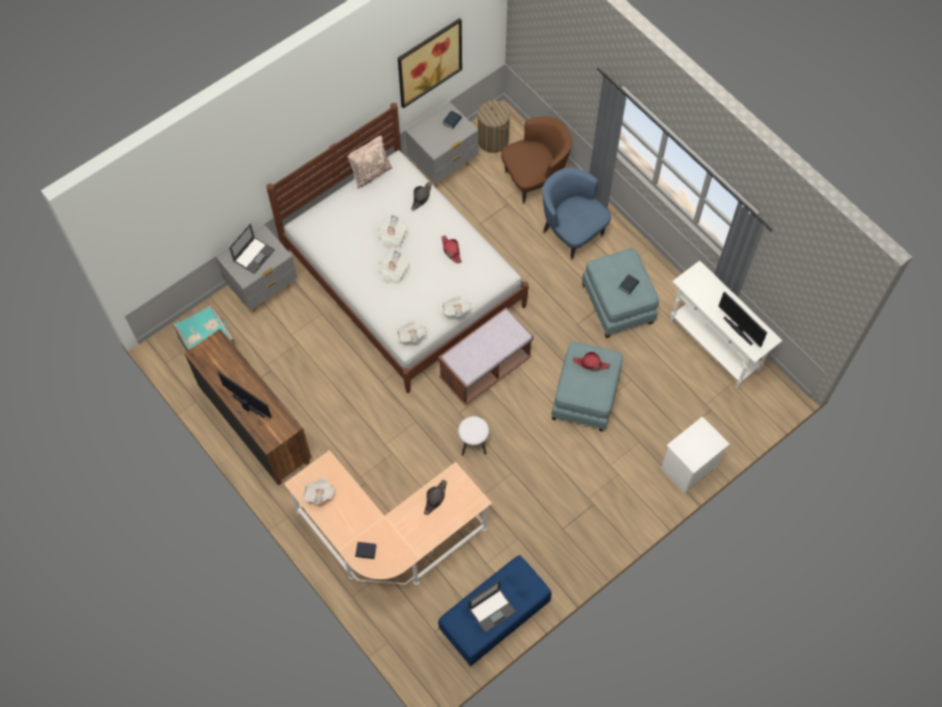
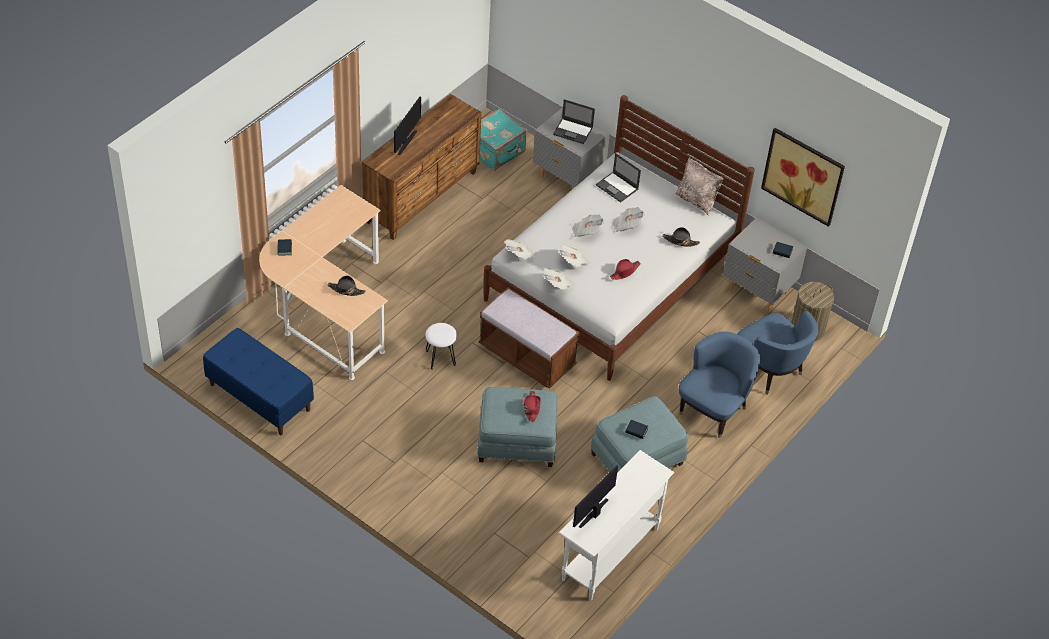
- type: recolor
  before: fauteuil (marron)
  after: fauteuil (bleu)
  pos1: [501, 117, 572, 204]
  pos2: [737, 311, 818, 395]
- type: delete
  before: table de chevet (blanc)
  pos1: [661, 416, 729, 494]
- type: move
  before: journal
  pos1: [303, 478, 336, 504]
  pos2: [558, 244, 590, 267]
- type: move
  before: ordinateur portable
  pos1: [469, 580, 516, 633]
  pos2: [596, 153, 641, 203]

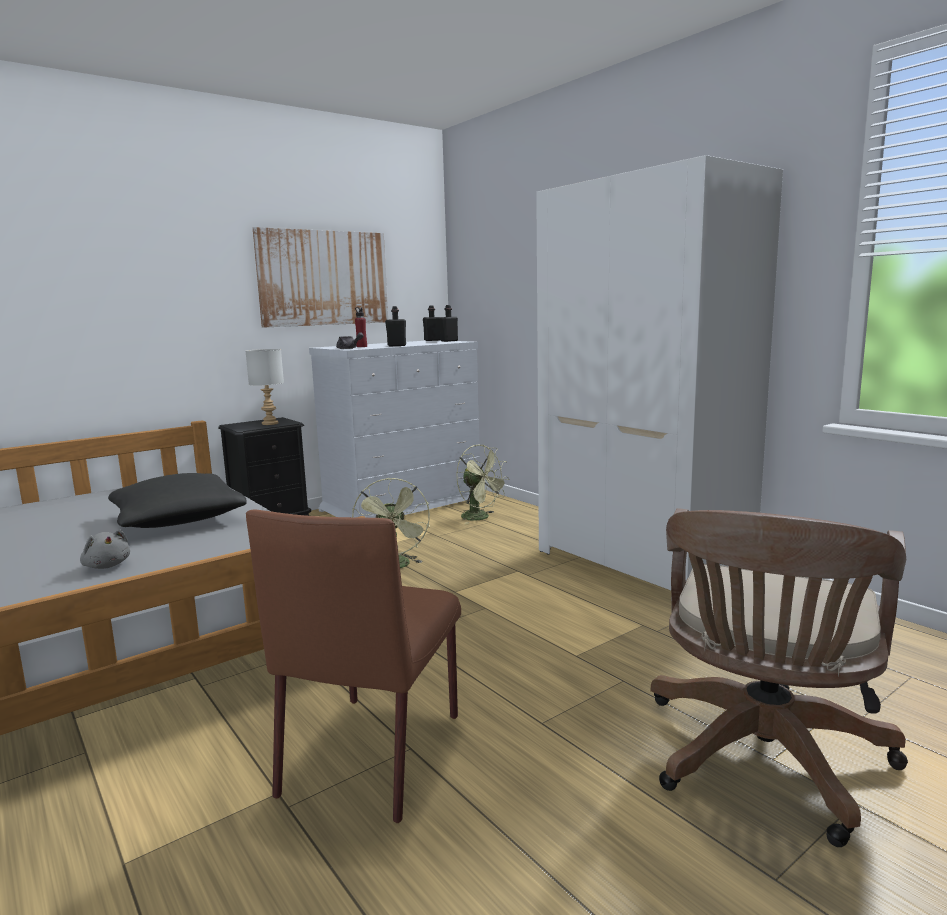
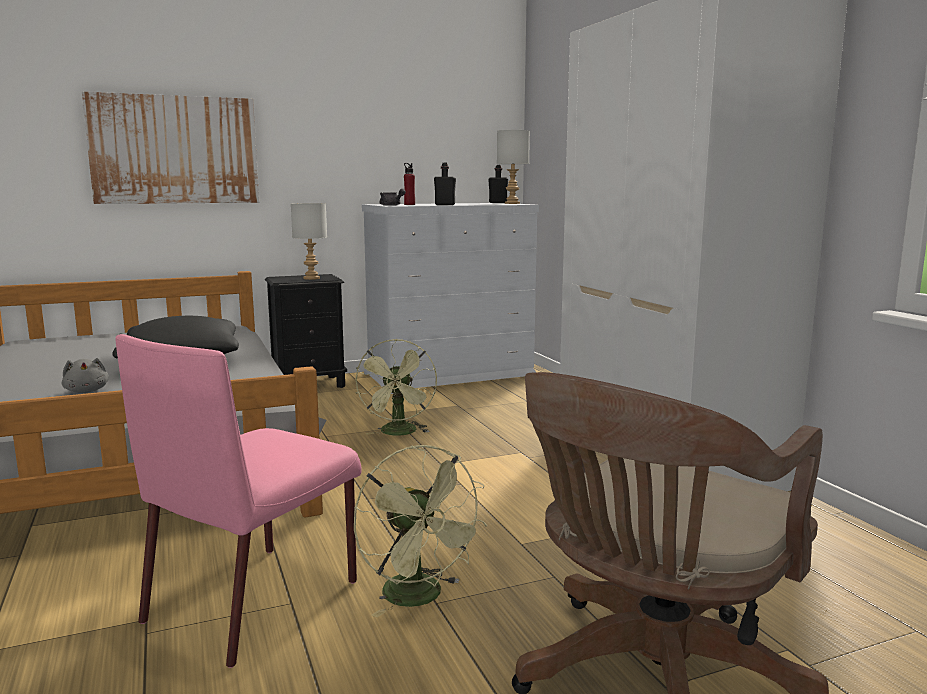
- type: move
  before: tableau
  pos1: [253, 227, 388, 328]
  pos2: [82, 92, 259, 204]
- type: replace
  before: bouteille (noir)
  after: lampe de table (gris)
  pos1: [440, 305, 458, 342]
  pos2: [497, 130, 530, 204]
- type: move
  before: ventilateur (vert)
  pos1: [456, 445, 509, 524]
  pos2: [354, 445, 487, 618]
- type: recolor
  before: chaise (marron)
  after: chaise (rose)
  pos1: [246, 509, 461, 823]
  pos2: [115, 334, 362, 668]

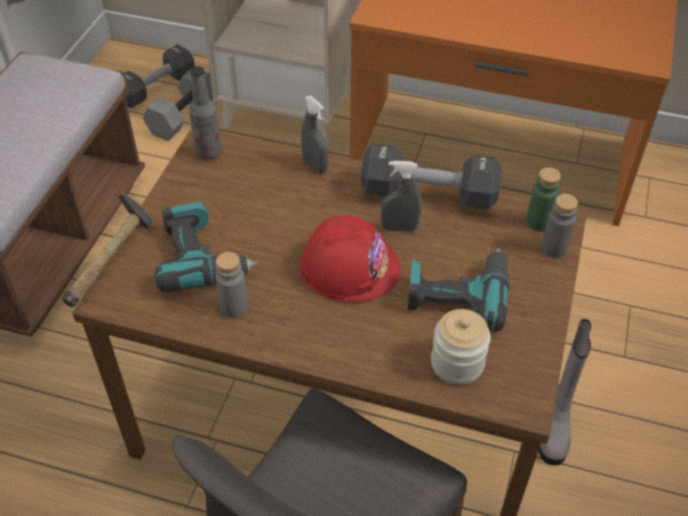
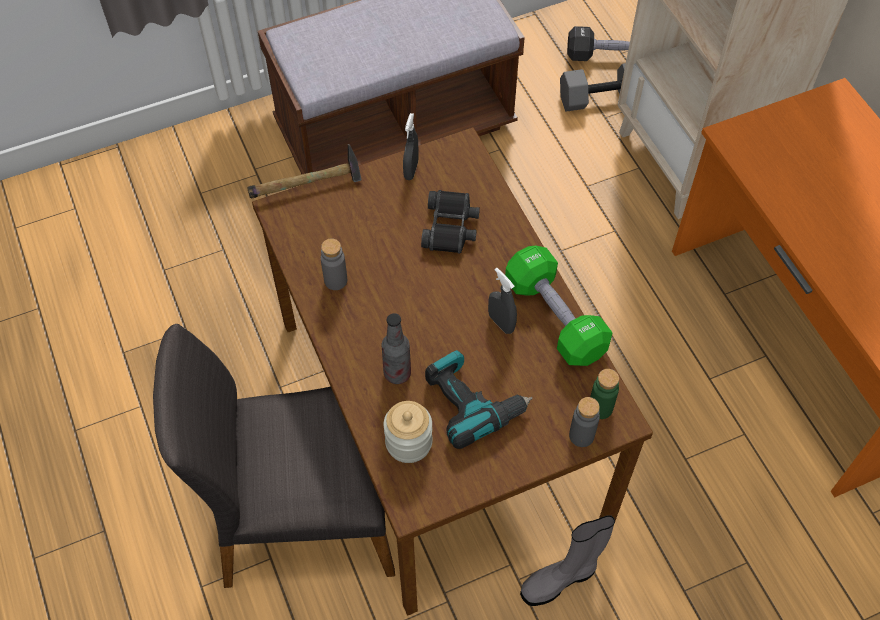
- type: move
  before: bouteille
  pos1: [189, 66, 222, 160]
  pos2: [382, 313, 411, 384]
- type: move
  before: vaporisateur (gris)
  pos1: [301, 95, 328, 173]
  pos2: [403, 113, 419, 180]
- type: recolor
  before: haltère (noir)
  after: haltère (vert)
  pos1: [361, 143, 502, 209]
  pos2: [505, 246, 613, 366]
- type: delete
  before: perceuse
  pos1: [155, 202, 258, 293]
- type: delete
  before: casque de chantier (rouge)
  pos1: [299, 215, 400, 303]
- type: insert
  after: jumelles (noir)
  pos2: [421, 190, 480, 254]

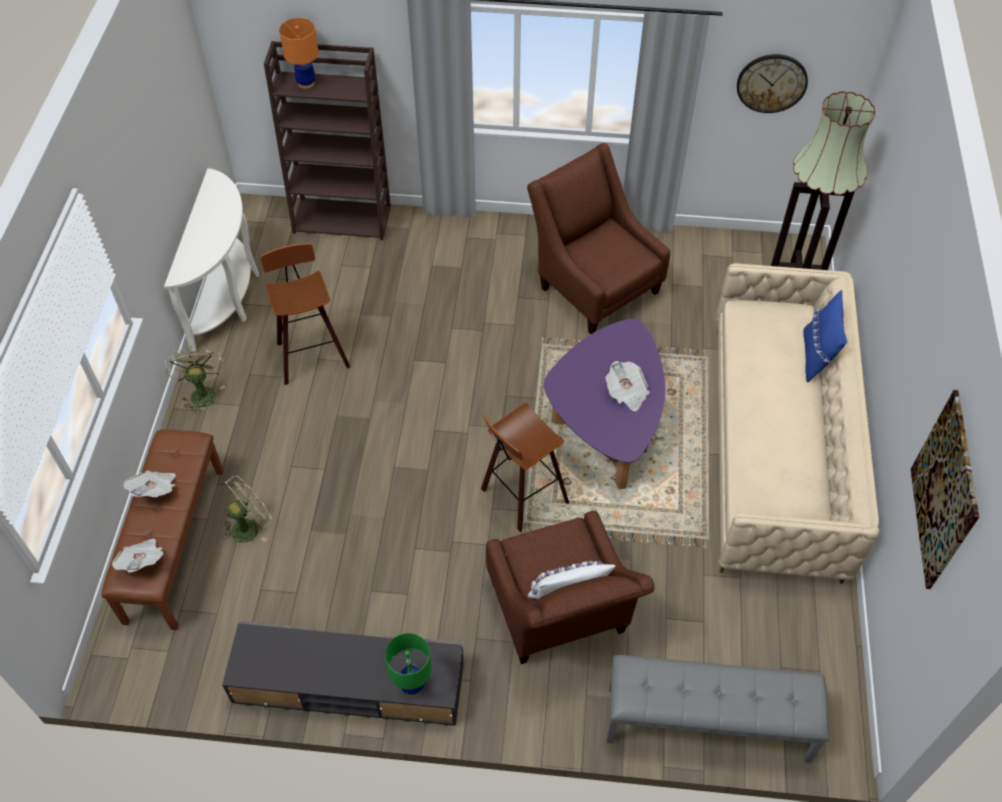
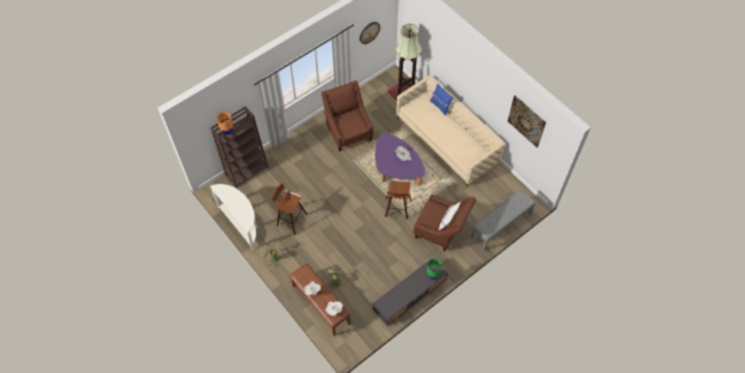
- type: rotate
  before: fauteuil (marron)
  pos1: [527, 143, 670, 334]
  pos2: [321, 80, 373, 152]
  turn: 60

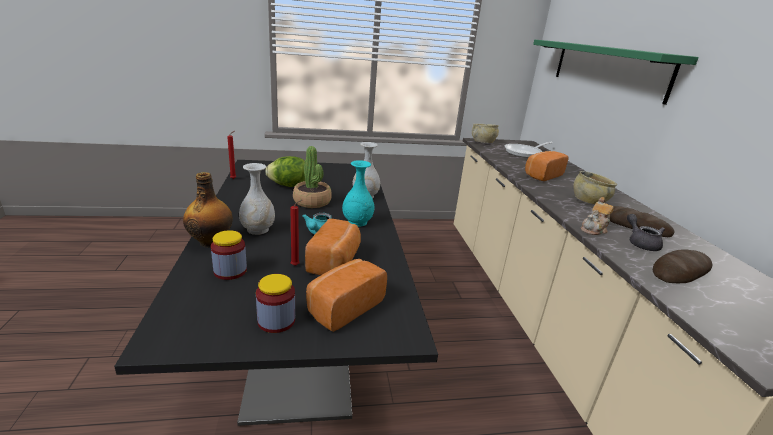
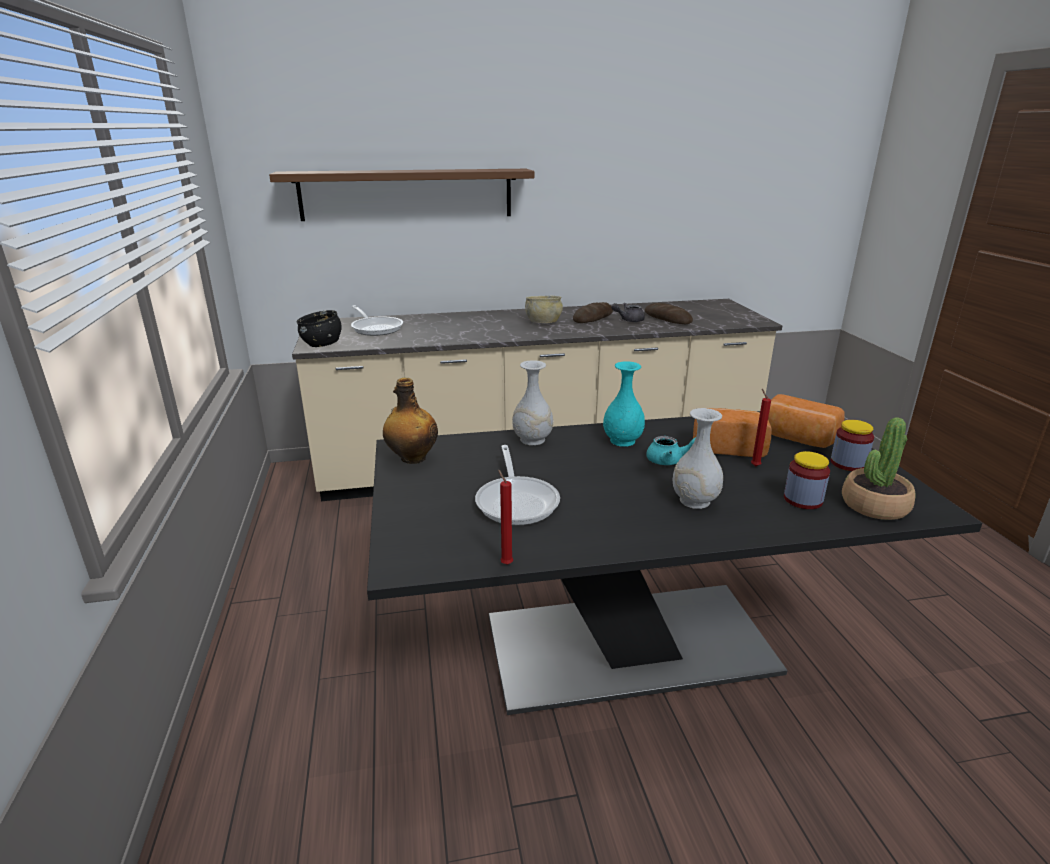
- type: recolor
  before: étagère (vert)
  after: étagère (marron)
  pos1: [533, 40, 699, 105]
  pos2: [269, 169, 534, 221]
- type: recolor
  before: bol (beige)
  after: bol (noir)
  pos1: [472, 124, 499, 143]
  pos2: [296, 310, 342, 347]
- type: move
  before: plante en pot
  pos1: [293, 146, 332, 208]
  pos2: [842, 417, 916, 520]
- type: delete
  before: pain
  pos1: [525, 151, 569, 181]
- type: replace
  before: laitue
  after: poêle
  pos1: [265, 156, 305, 187]
  pos2: [475, 445, 560, 525]
- type: move
  before: bouteille
  pos1: [183, 172, 233, 248]
  pos2: [383, 377, 438, 464]
- type: delete
  before: théière
  pos1: [581, 197, 614, 235]

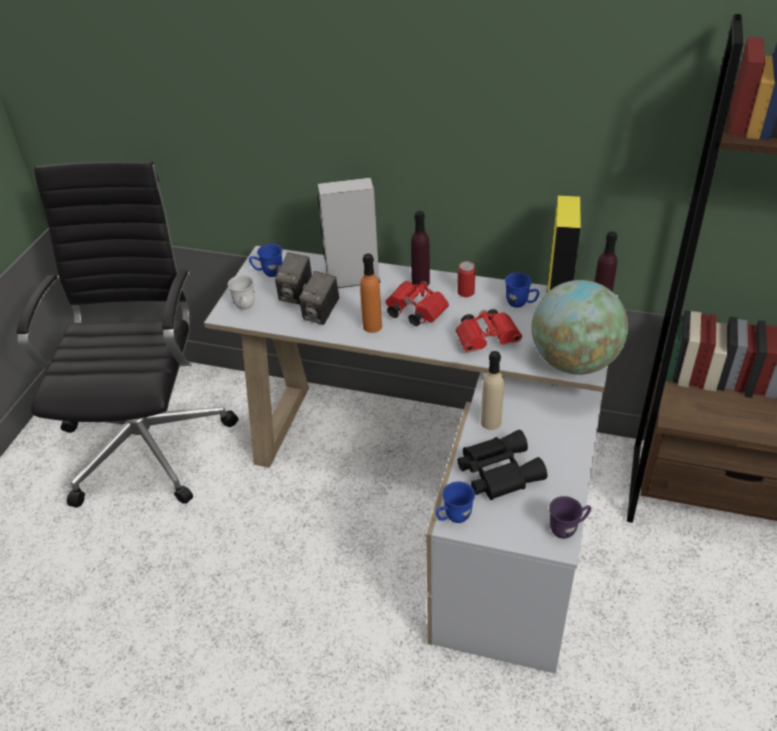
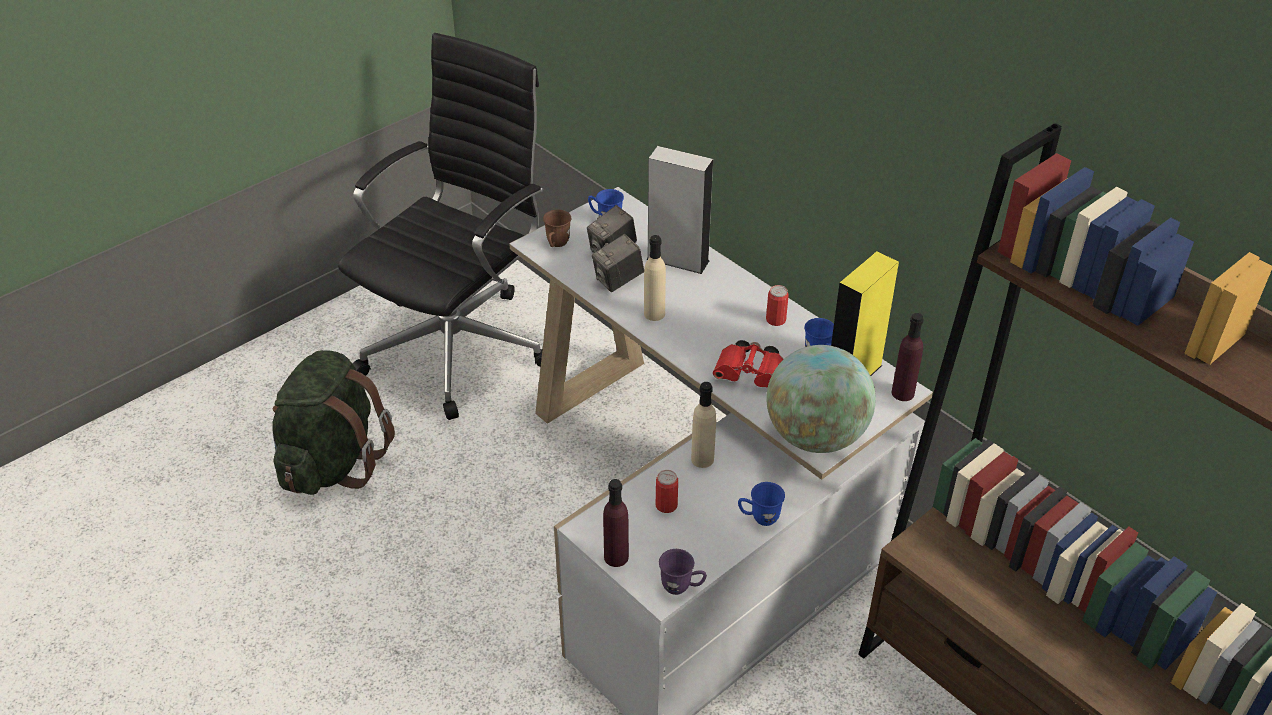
- type: move
  before: bouteille (violet)
  pos1: [411, 211, 430, 285]
  pos2: [603, 479, 629, 567]
- type: recolor
  before: bouteille (orange)
  after: bouteille (beige)
  pos1: [360, 254, 382, 333]
  pos2: [644, 235, 666, 321]
- type: recolor
  before: mug (blanc)
  after: mug (marron)
  pos1: [228, 275, 255, 310]
  pos2: [543, 209, 571, 247]
- type: delete
  before: jumelles (rouge)
  pos1: [385, 281, 449, 326]
- type: replace
  before: jumelles (noir)
  after: boîte métallique
  pos1: [458, 430, 547, 500]
  pos2: [656, 470, 678, 513]
- type: move
  before: mug (bleu)
  pos1: [436, 482, 475, 523]
  pos2: [738, 482, 785, 526]
- type: insert
  after: sac à dos (vert)
  pos2: [272, 350, 395, 495]

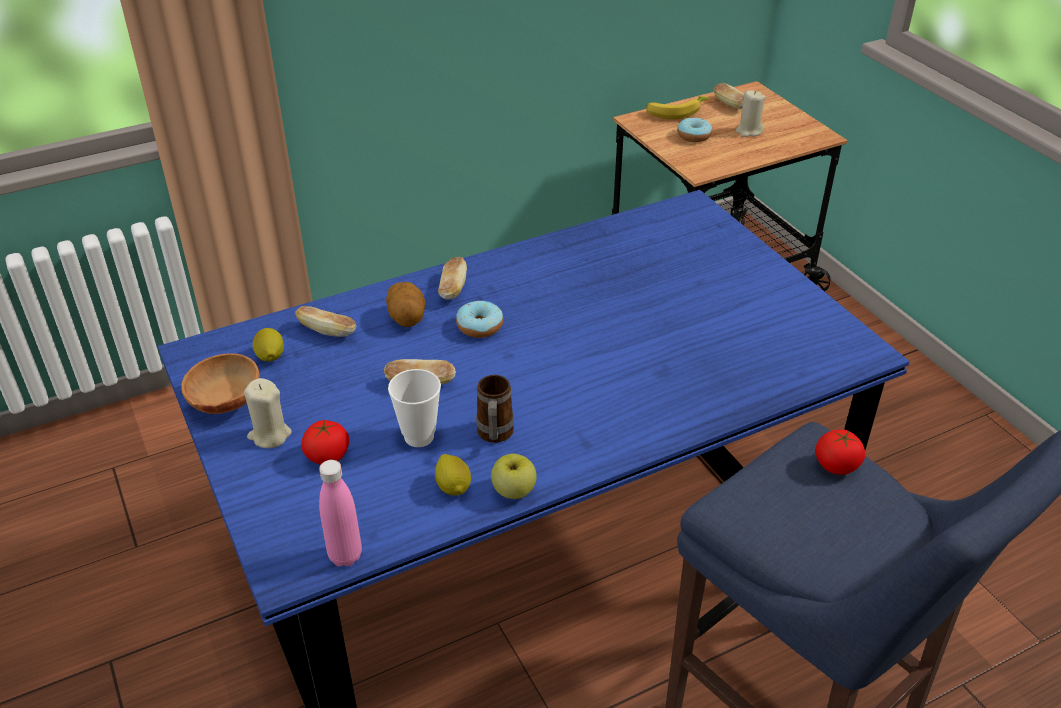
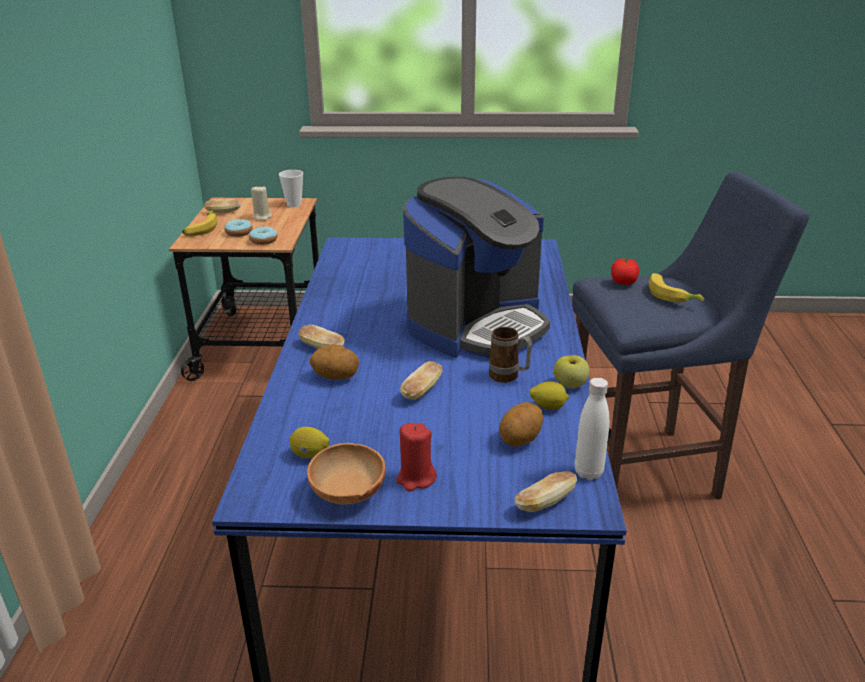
- type: move
  before: beignet
  pos1: [456, 300, 503, 338]
  pos2: [249, 226, 278, 245]
- type: move
  before: pain
  pos1: [295, 306, 356, 337]
  pos2: [514, 471, 577, 512]
- type: move
  before: tasse
  pos1: [388, 369, 441, 447]
  pos2: [279, 170, 303, 207]
- type: recolor
  before: bougie (beige)
  after: bougie (rouge)
  pos1: [244, 378, 292, 448]
  pos2: [396, 423, 437, 491]
- type: delete
  before: tomate
  pos1: [301, 420, 349, 465]
- type: recolor
  before: bouteille (rose)
  after: bouteille (blanc)
  pos1: [319, 460, 362, 567]
  pos2: [575, 378, 609, 480]
- type: insert
  after: machine à café
  pos2: [403, 177, 550, 358]
- type: insert
  after: banane
  pos2: [649, 273, 704, 302]
- type: insert
  after: pomme de terre
  pos2: [499, 402, 543, 446]

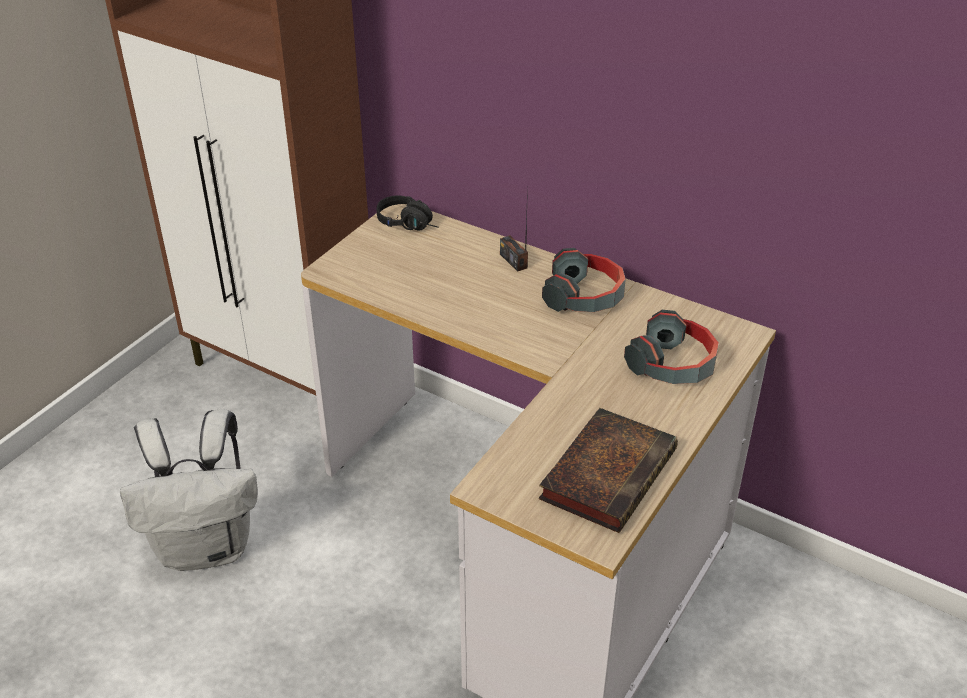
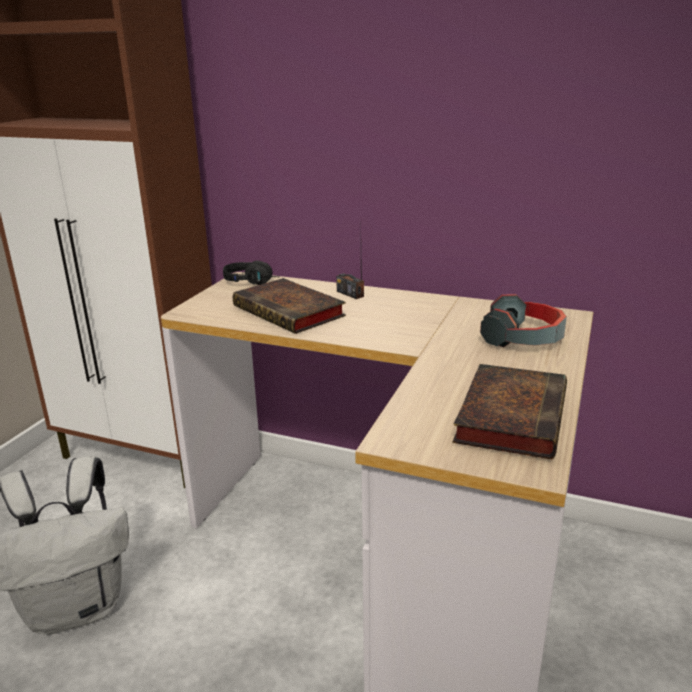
- type: delete
  before: casque audio
  pos1: [542, 248, 626, 312]
- type: insert
  after: livre
  pos2: [233, 278, 346, 334]

